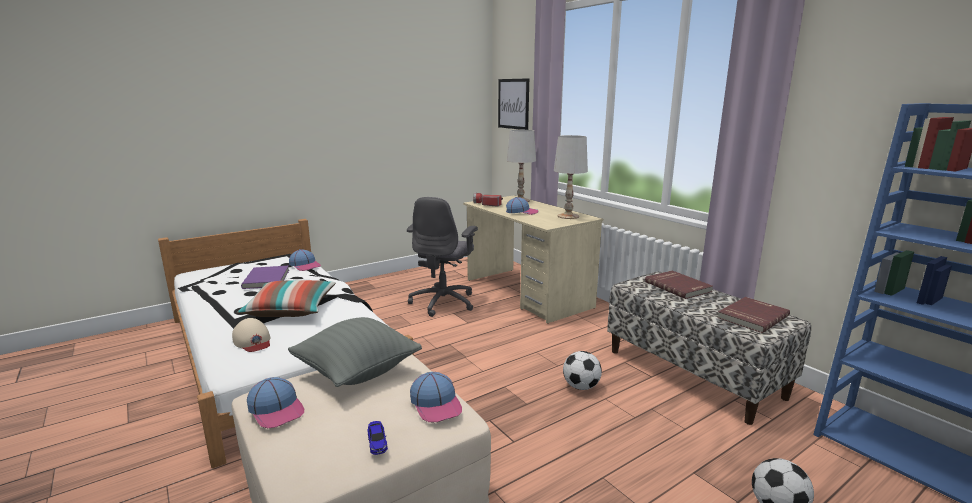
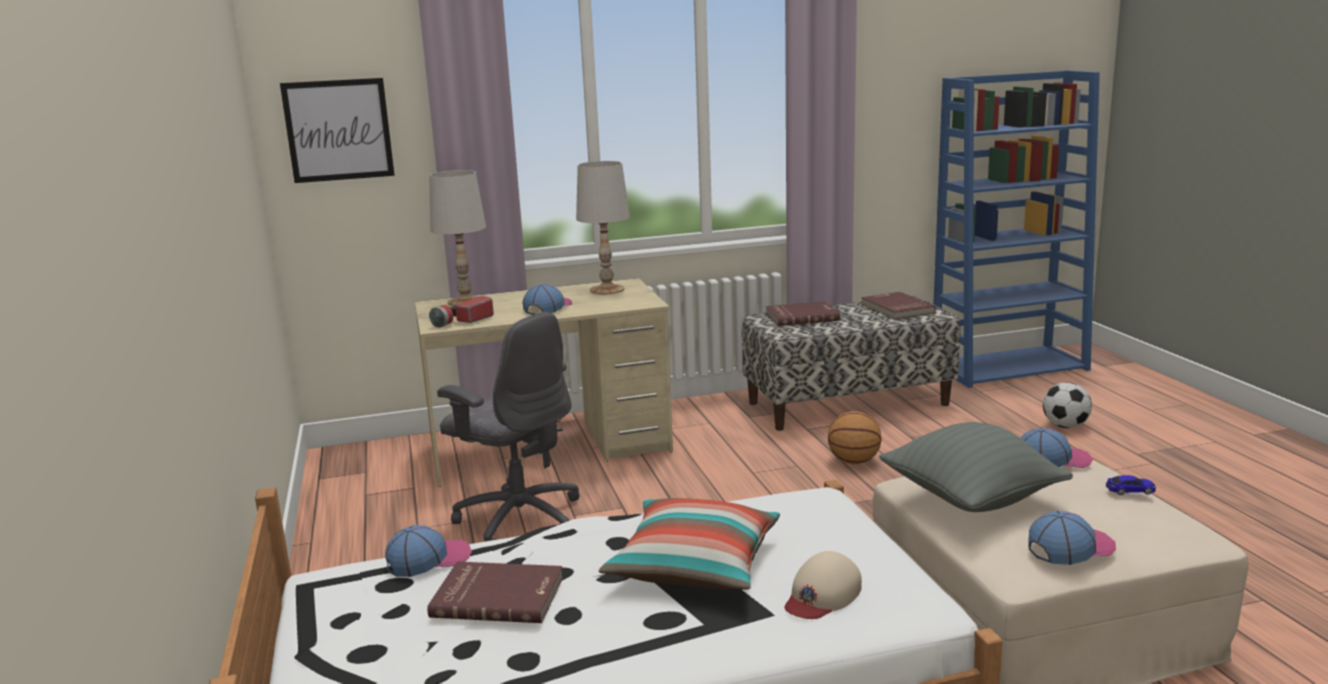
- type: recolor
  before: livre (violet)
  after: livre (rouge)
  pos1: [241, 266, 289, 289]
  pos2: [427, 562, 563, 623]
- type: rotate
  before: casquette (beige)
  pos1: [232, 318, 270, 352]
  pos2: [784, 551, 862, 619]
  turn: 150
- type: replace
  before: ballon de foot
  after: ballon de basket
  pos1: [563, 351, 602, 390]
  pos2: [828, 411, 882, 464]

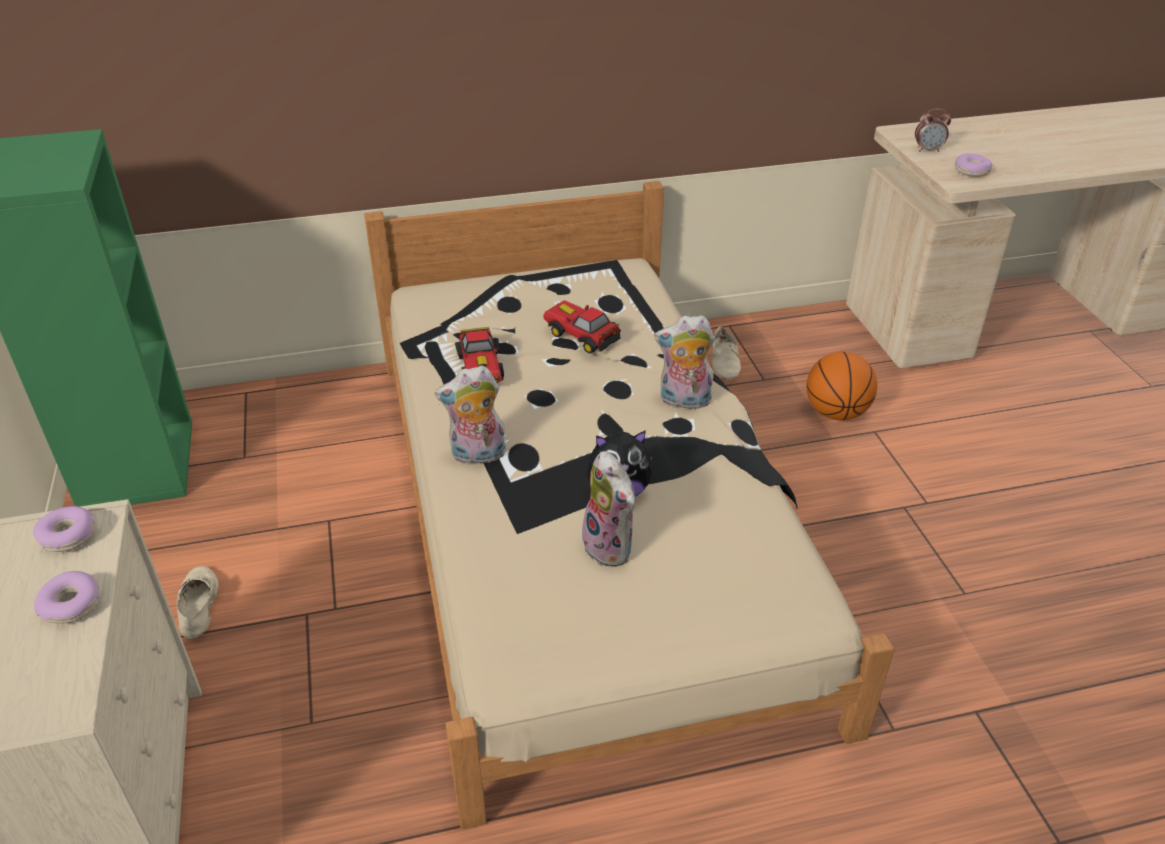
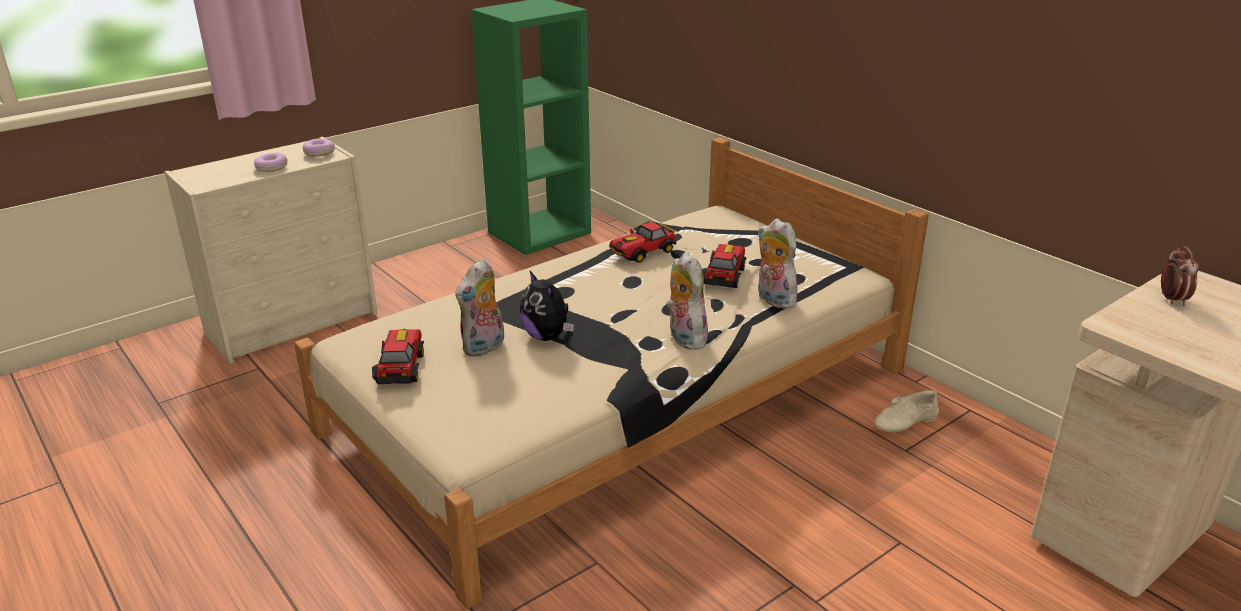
- type: rotate
  before: réveil
  pos1: [915, 109, 951, 152]
  pos2: [1161, 246, 1199, 306]
  turn: -150
- type: delete
  before: beignet
  pos1: [955, 153, 992, 177]
- type: delete
  before: ballon de basket
  pos1: [806, 352, 877, 420]
- type: move
  before: peluche
  pos1: [435, 365, 508, 466]
  pos2: [758, 218, 801, 309]
- type: delete
  before: chaussure (beige)
  pos1: [176, 566, 219, 639]
- type: insert
  after: petite voiture
  pos2: [372, 329, 424, 384]

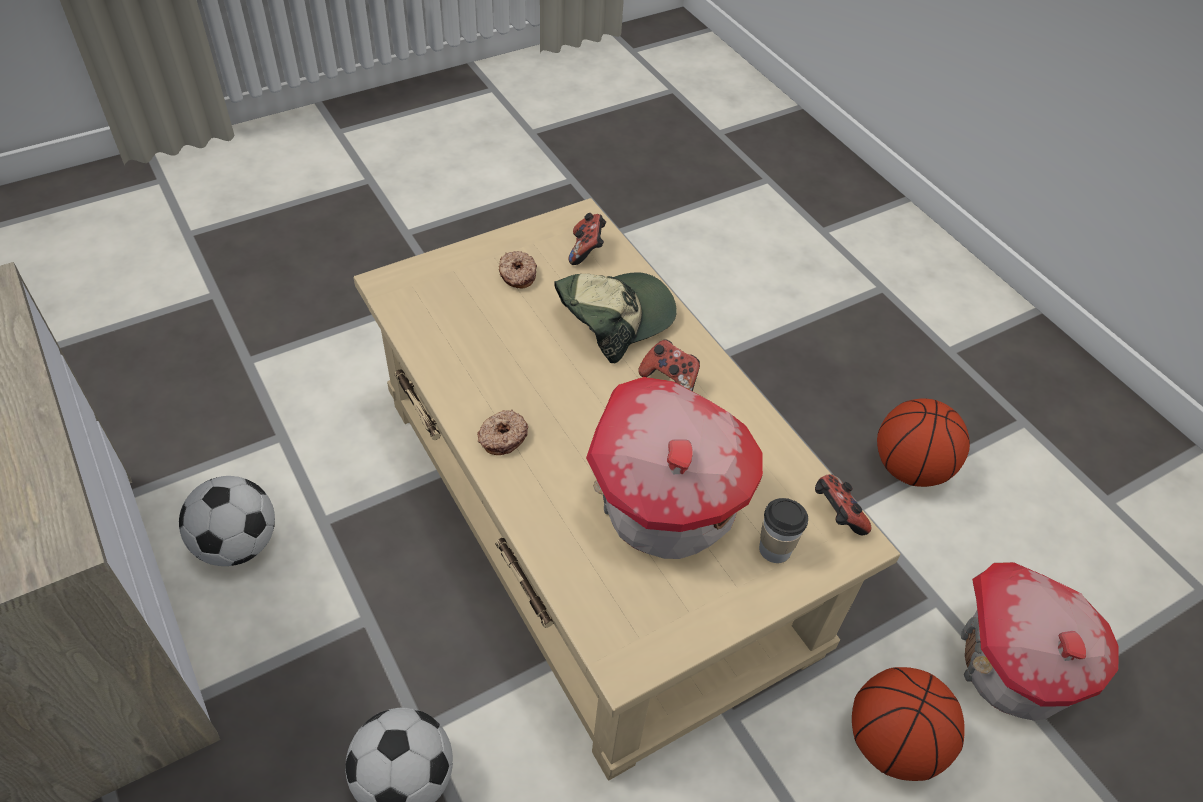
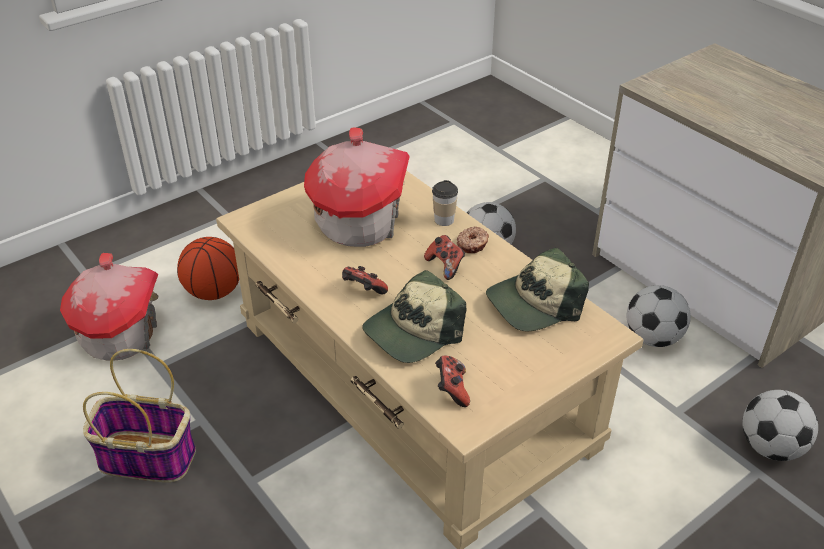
- type: delete
  before: beignet
  pos1: [499, 251, 537, 288]
- type: replace
  before: ballon de basket
  after: panier
  pos1: [877, 399, 970, 487]
  pos2: [83, 349, 196, 482]
- type: move
  before: manette
  pos1: [815, 474, 871, 535]
  pos2: [424, 235, 465, 280]
- type: move
  before: tasse
  pos1: [759, 498, 808, 563]
  pos2: [432, 180, 458, 226]
- type: insert
  after: casquette
  pos2: [486, 248, 589, 331]
- type: insert
  after: ballon de foot
  pos2: [742, 390, 818, 461]

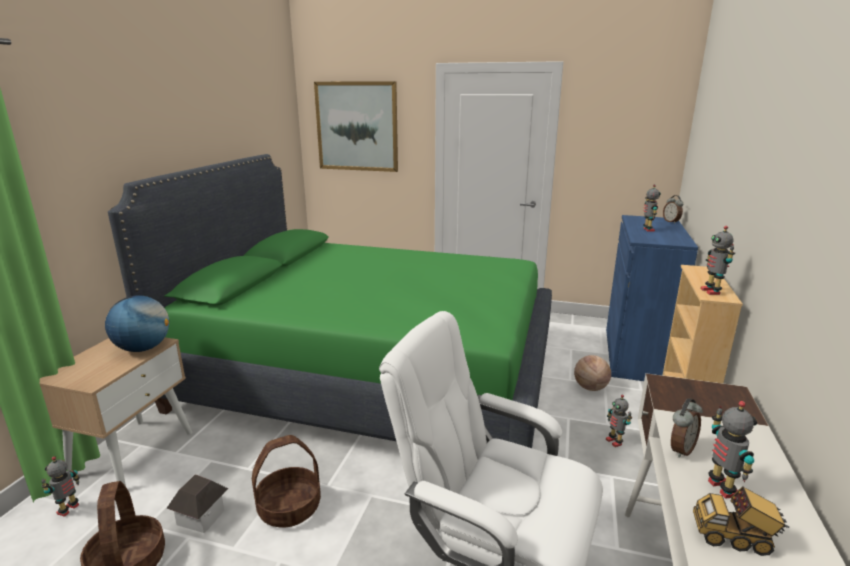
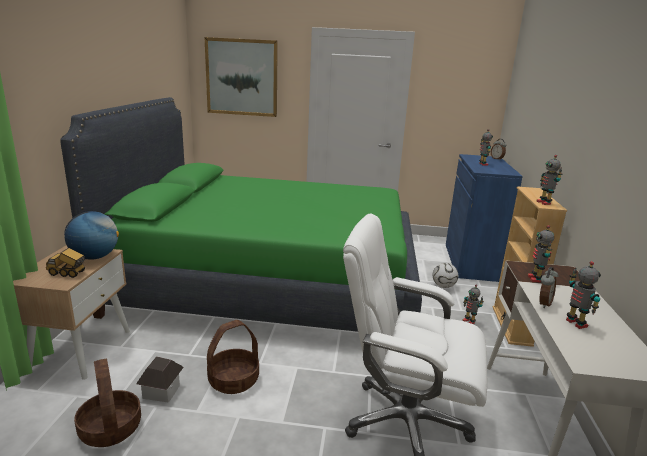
- type: replace
  before: ballon de basket
  after: ballon de foot
  pos1: [574, 355, 611, 391]
  pos2: [433, 263, 458, 288]
- type: move
  before: robot jouet
  pos1: [42, 456, 80, 517]
  pos2: [527, 225, 554, 283]
- type: move
  before: camion jouet
  pos1: [693, 486, 789, 556]
  pos2: [46, 248, 86, 278]

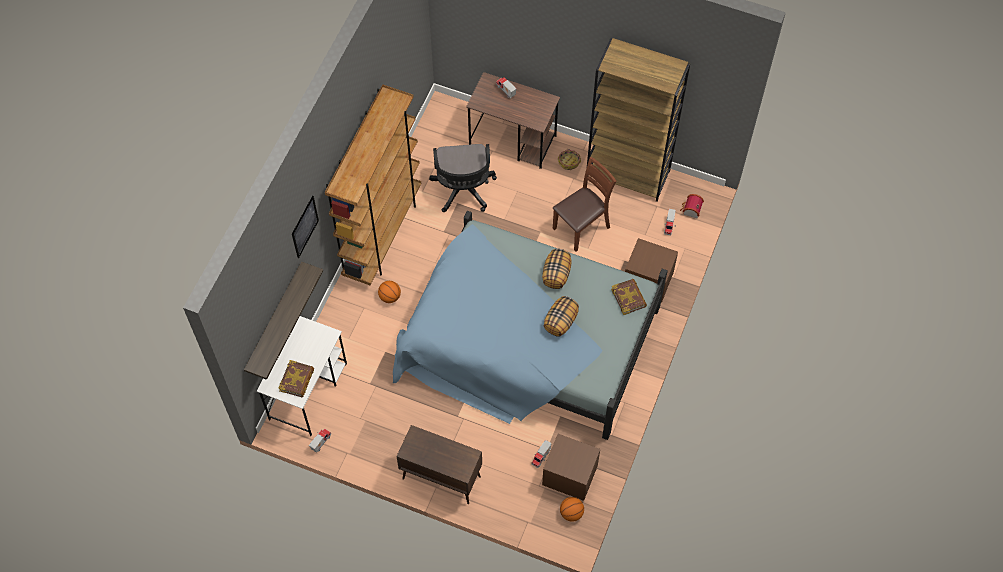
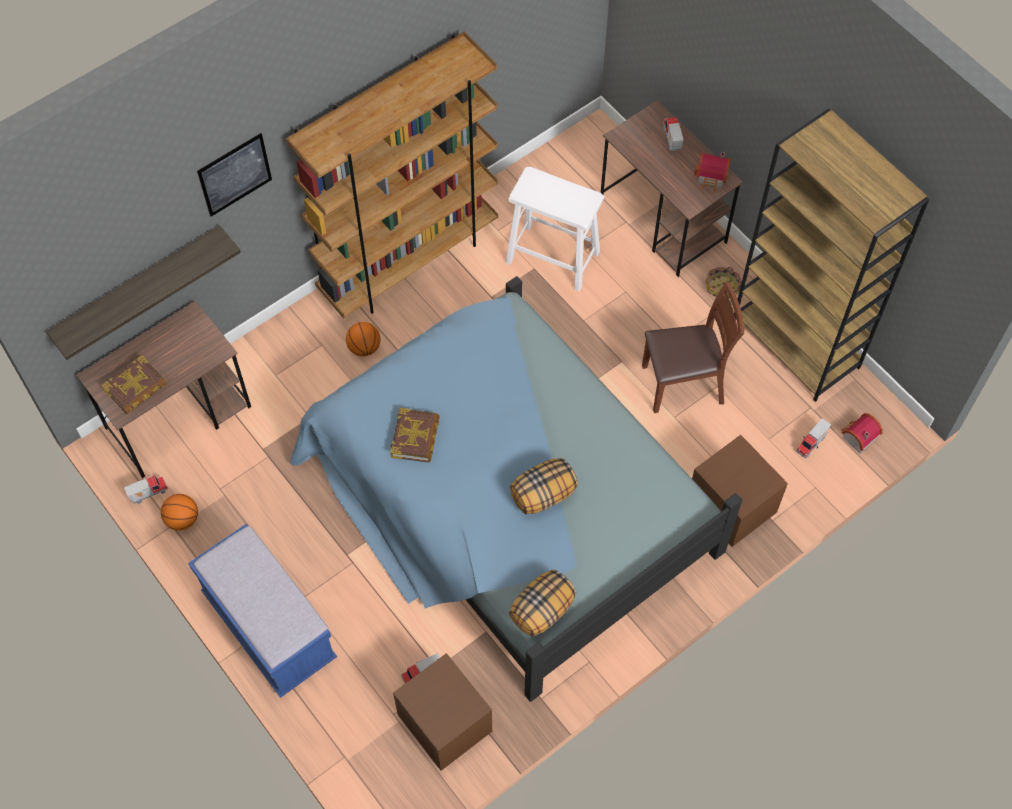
- type: replace
  before: chaise de bureau (noir)
  after: tabouret (blanc)
  pos1: [429, 144, 497, 212]
  pos2: [505, 167, 604, 292]
- type: move
  before: coussin
  pos1: [542, 249, 572, 289]
  pos2: [509, 569, 576, 637]
- type: move
  before: livre
  pos1: [611, 279, 647, 315]
  pos2: [390, 408, 440, 462]
- type: recolor
  before: bureau (blanc)
  after: bureau (marron)
  pos1: [257, 316, 347, 436]
  pos2: [76, 301, 251, 478]
- type: replace
  before: meuble de rangement (marron)
  after: banc (bleu)
  pos1: [396, 425, 482, 504]
  pos2: [188, 524, 337, 698]
- type: move
  before: ballon de basket
  pos1: [560, 497, 584, 522]
  pos2: [161, 494, 198, 530]
- type: insert
  after: maison miniature
  pos2: [694, 152, 731, 193]

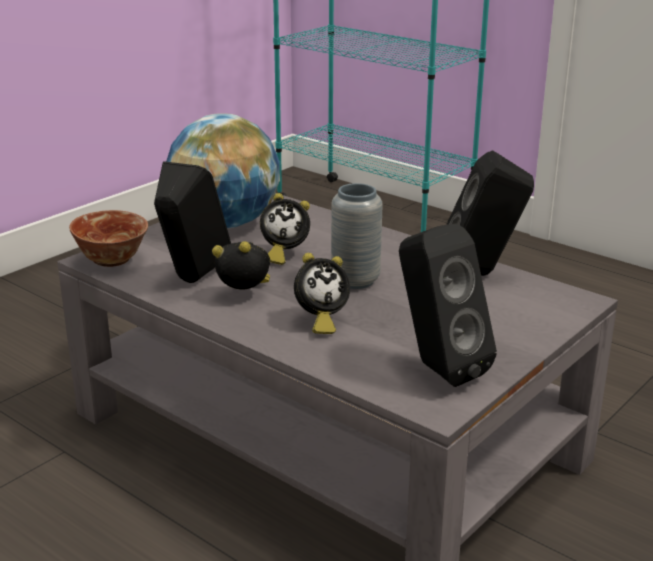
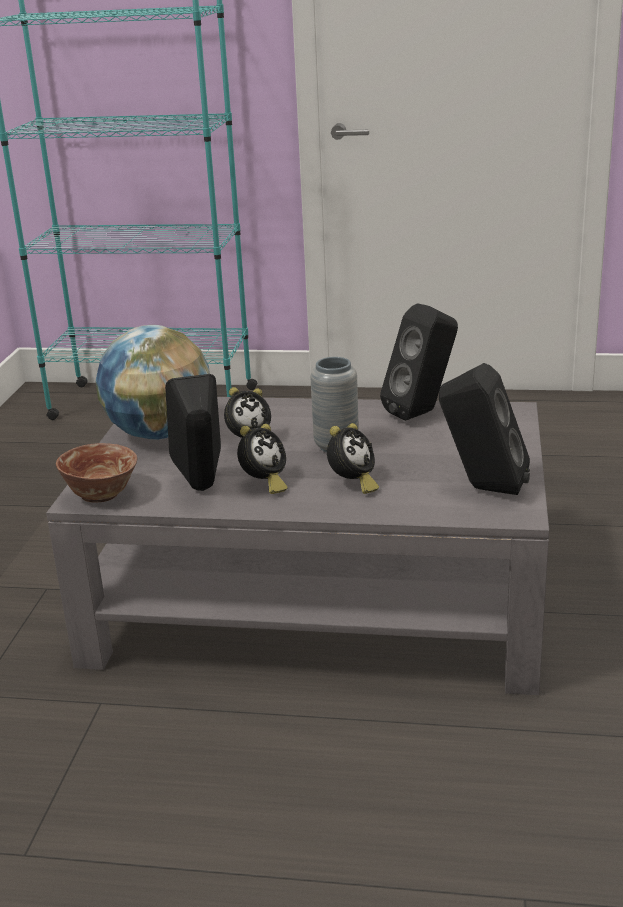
- type: rotate
  before: réveil
  pos1: [212, 241, 270, 290]
  pos2: [237, 424, 288, 494]
  turn: 150

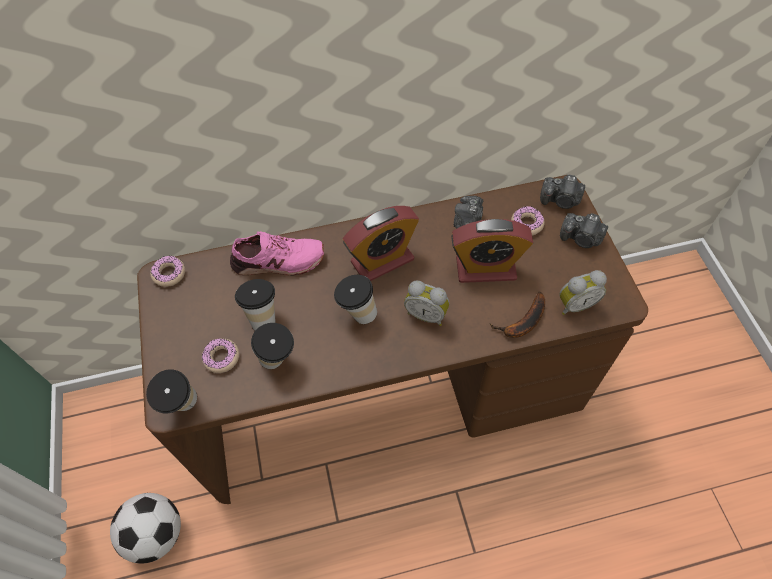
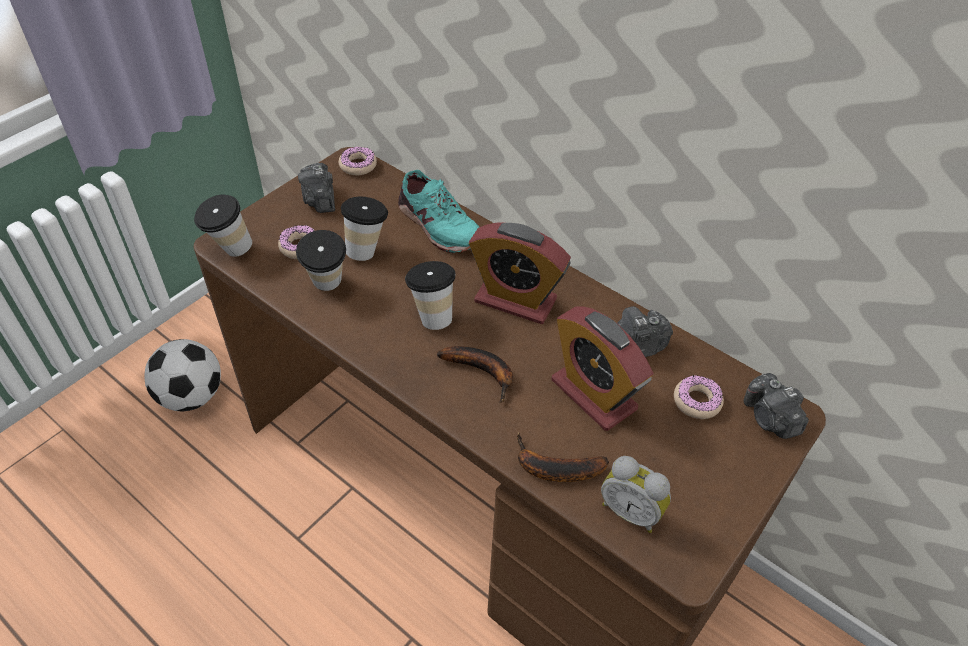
- type: move
  before: appareil photo
  pos1: [560, 213, 608, 248]
  pos2: [298, 163, 335, 213]
- type: recolor
  before: chaussure (rose)
  after: chaussure (turquoise)
  pos1: [230, 231, 324, 276]
  pos2: [398, 170, 479, 253]
- type: replace
  before: réveil
  after: banane
  pos1: [404, 280, 449, 326]
  pos2: [437, 346, 513, 403]

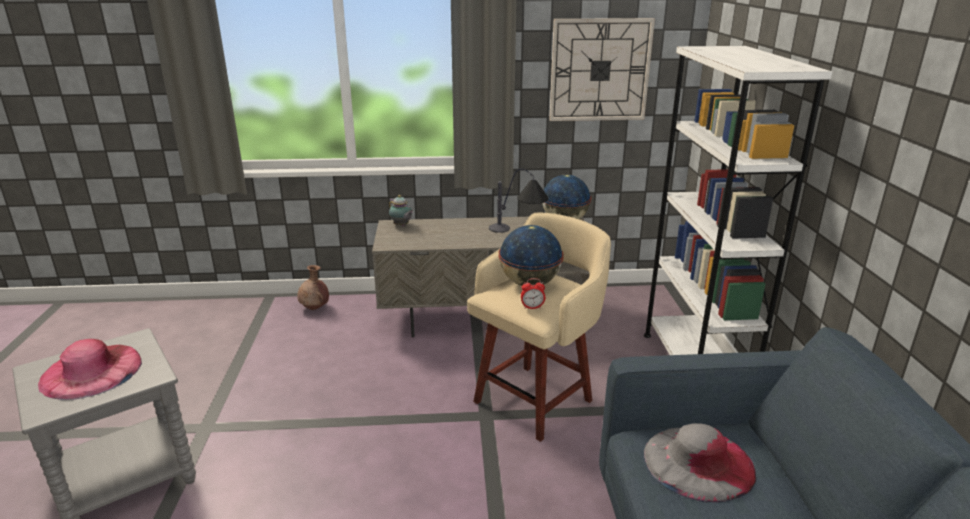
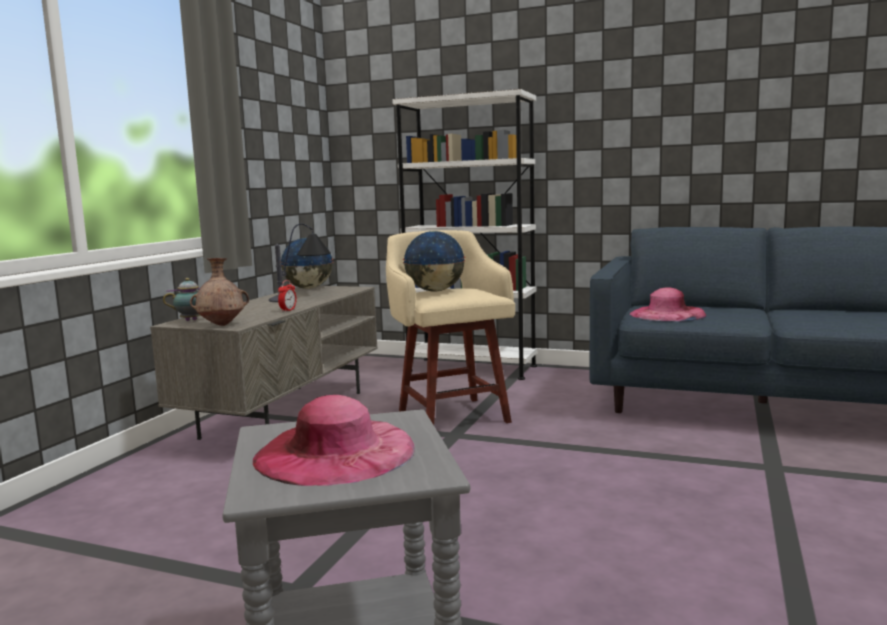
- type: delete
  before: horloge murale
  pos1: [549, 18, 655, 121]
- type: move
  before: vase (marron)
  pos1: [297, 265, 329, 310]
  pos2: [190, 258, 249, 326]
- type: move
  before: réveil
  pos1: [521, 278, 545, 309]
  pos2: [278, 280, 297, 312]
- type: recolor
  before: chapeau (gris)
  after: chapeau (rose)
  pos1: [644, 423, 756, 502]
  pos2: [630, 287, 706, 322]

